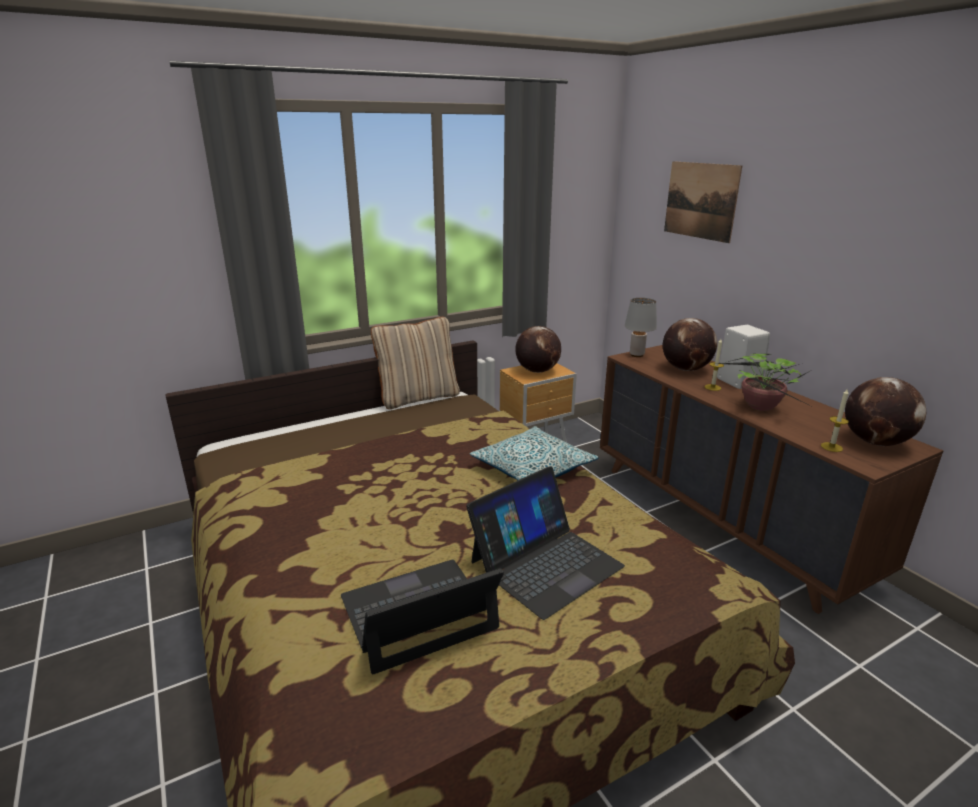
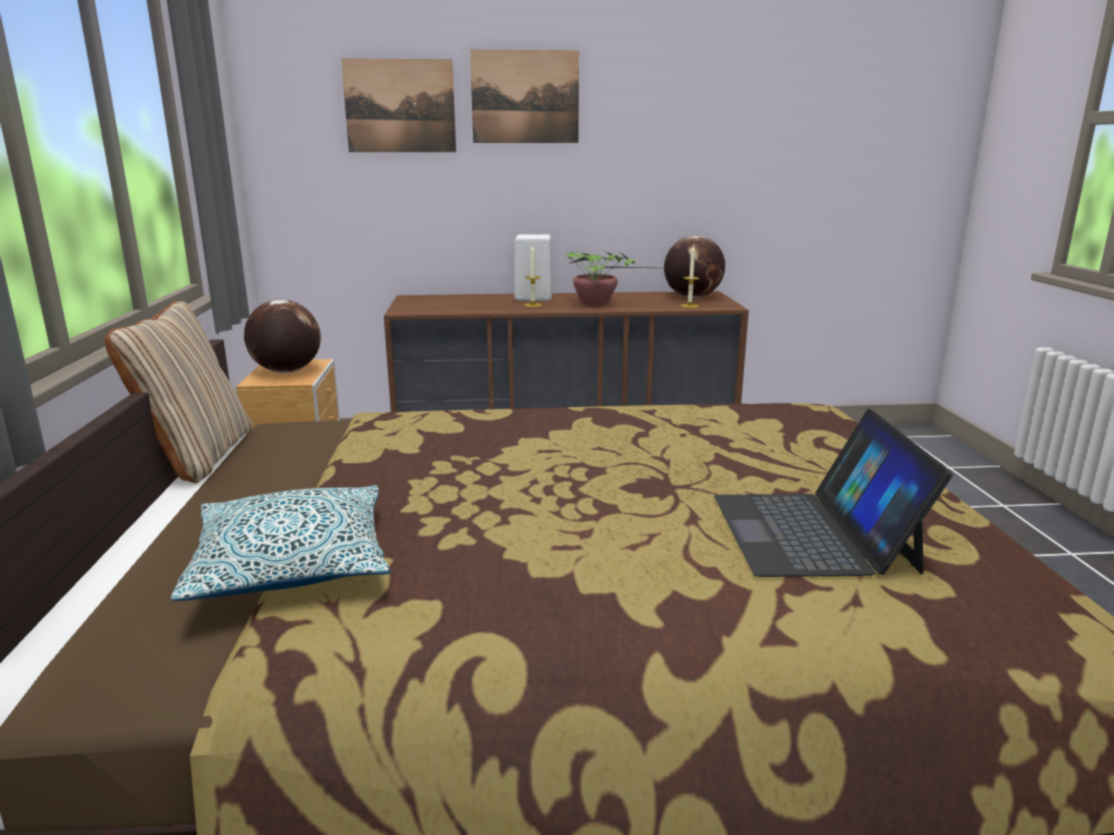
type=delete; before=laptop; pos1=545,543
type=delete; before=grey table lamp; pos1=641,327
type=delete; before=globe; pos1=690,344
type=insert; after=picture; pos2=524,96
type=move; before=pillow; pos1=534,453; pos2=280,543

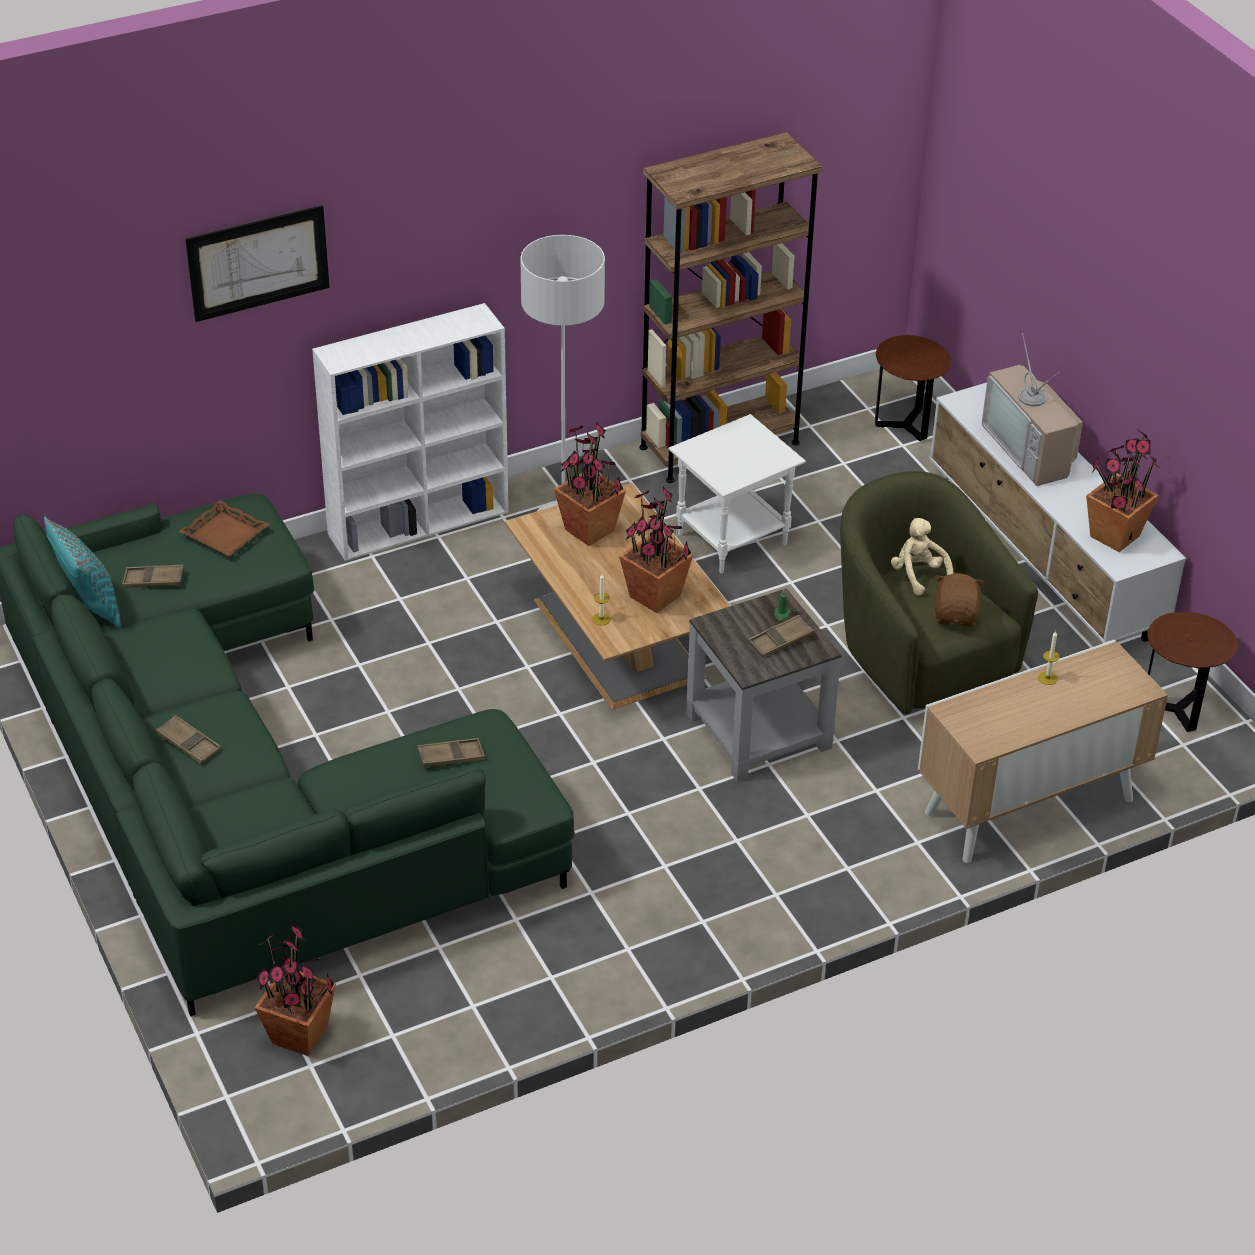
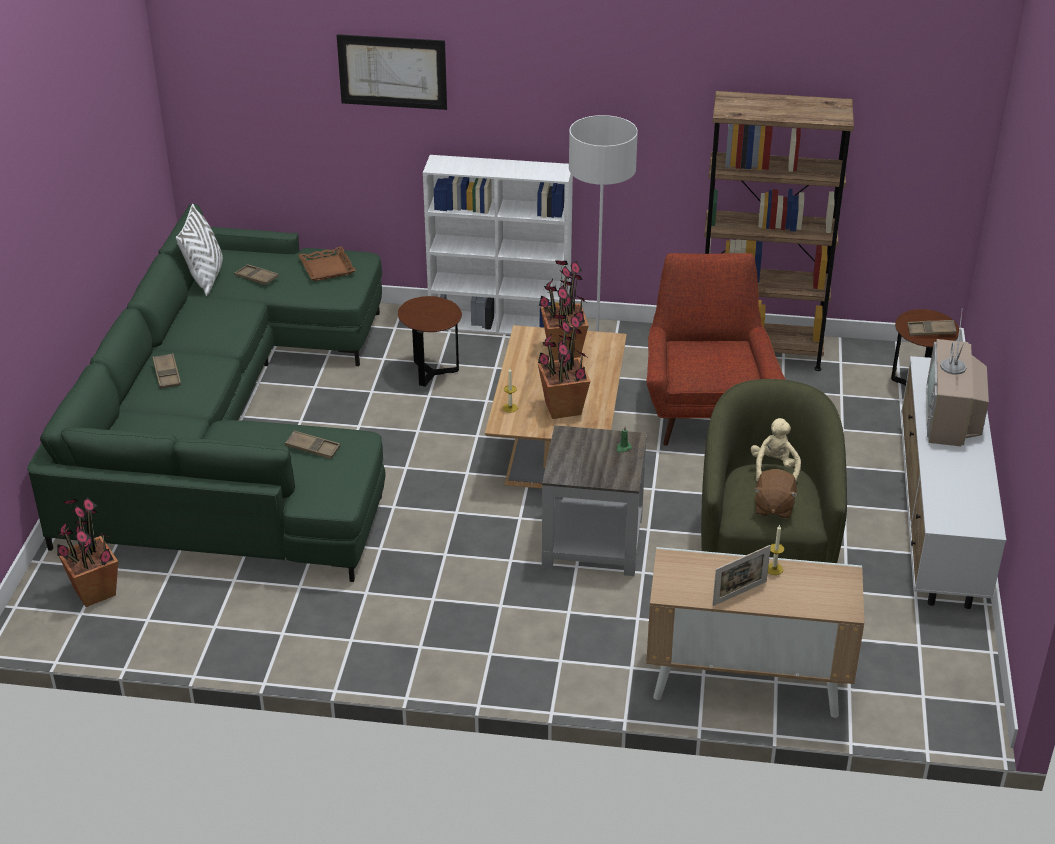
type=delete; before=potted plant; pos1=1122,490
type=insert; after=picture frame; pos2=741,575
type=move; before=brown tray; pos1=781,636; pos2=932,328
type=move; before=brown side table; pos1=1192,672; pos2=430,341
type=replace; before=white side table; after=red armchair; pos1=737,494; pos2=715,349
type=recolor; before=turquoise pillow; after=white pillow; pos1=82,572; pos2=199,250
type=rotate; before=brown plush toy; pos1=960,600; pos2=775,494; turn=150

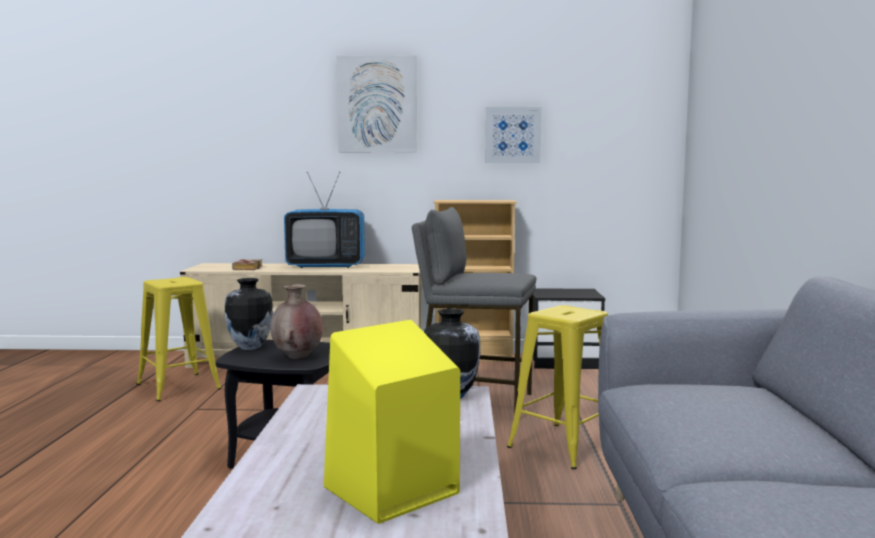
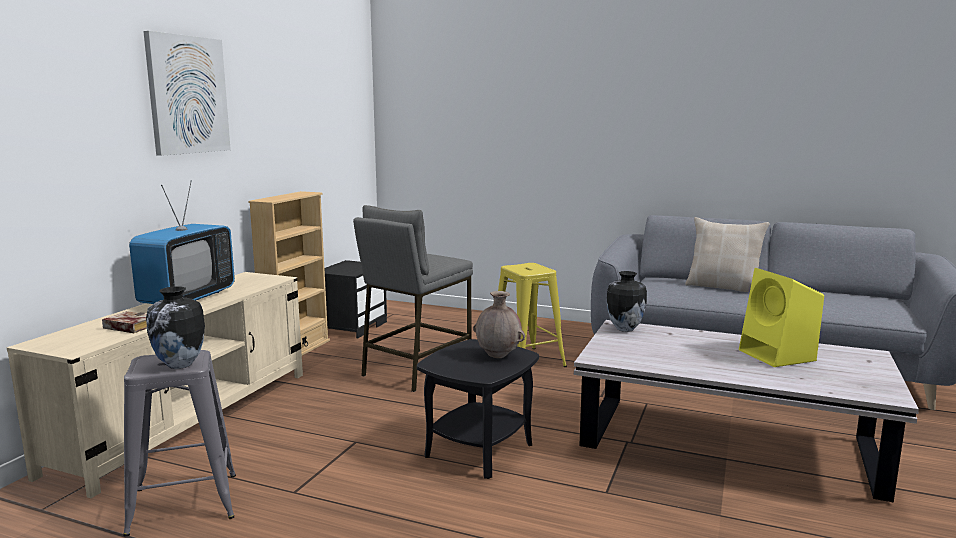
type=delete; before=picture; pos1=513,135
type=insert; after=beige pillow; pos2=727,254
type=move; before=vase; pos1=249,314; pos2=175,327
type=recolor; before=yellow stool; after=grey stool; pos1=179,339; pos2=179,443

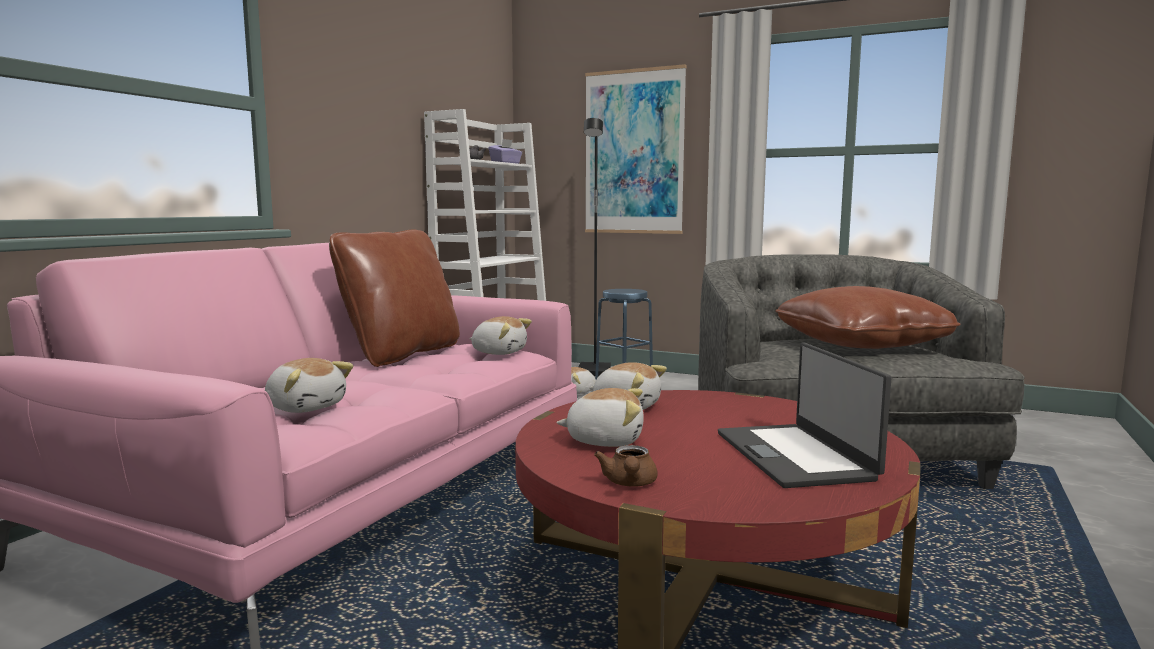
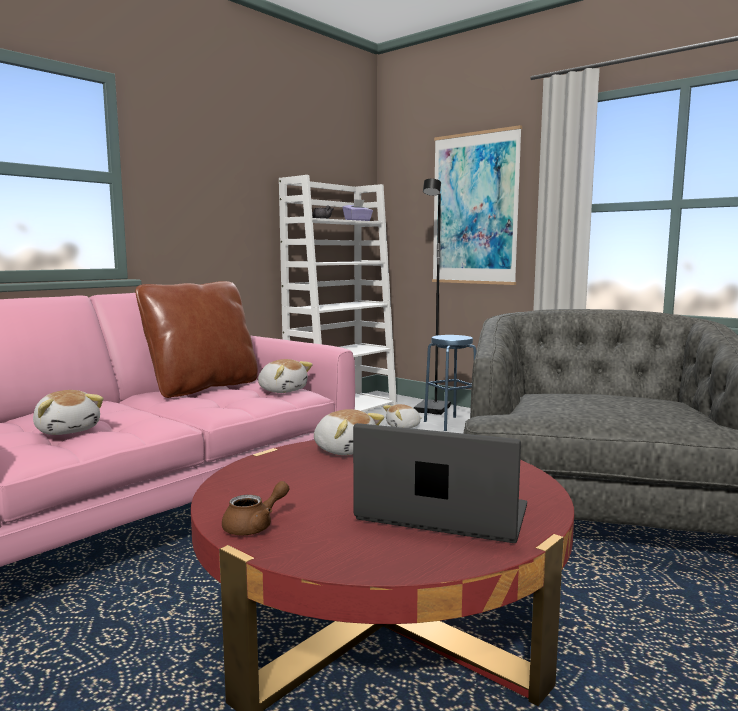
type=delete; before=plush toy; pos1=600,417
type=delete; before=brown pillow; pos1=867,317
type=rotate; before=brown teapot; pos1=626,466; pos2=255,508; turn=-150
type=rotate; before=laptop; pos1=804,415; pos2=440,483; turn=105

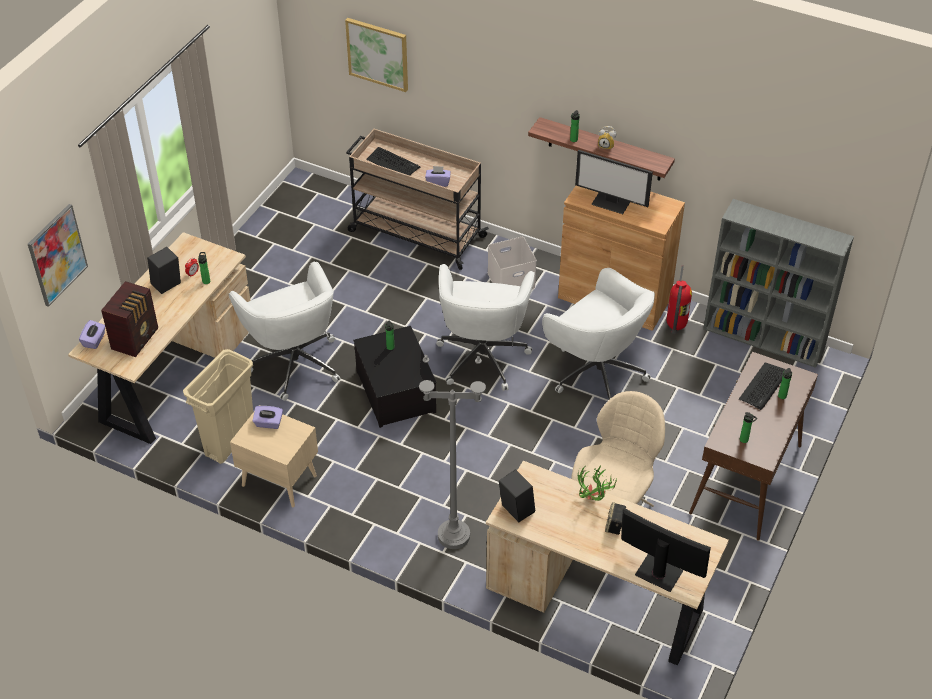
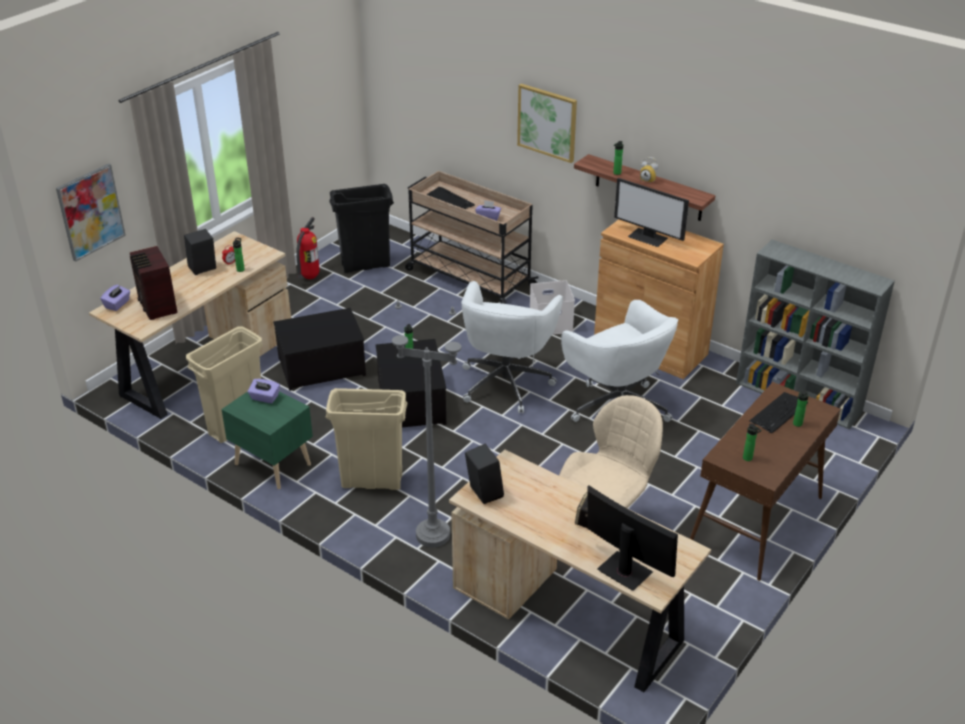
type=delete; before=potted plant; pos1=598,483
type=insert; after=beige trash can; pos2=366,439
type=insert; after=black trash can; pos2=361,228
type=move; before=picture; pos1=376,55; pos2=547,123
type=move; before=fire extinguisher; pos1=679,299; pos2=308,248
type=replace; before=white office chair; after=storage box; pos1=284,331; pos2=319,349
type=recolor; before=beige nightstand; after=green nightstand; pos1=274,456; pos2=267,440
type=rotate; before=radio; pos1=129,319; pos2=153,283; turn=120

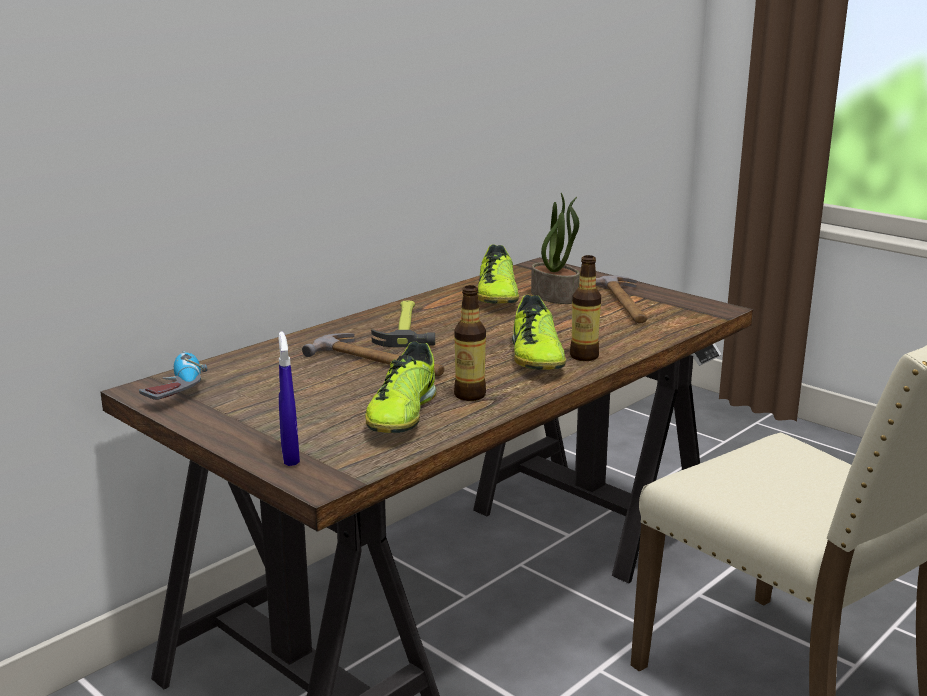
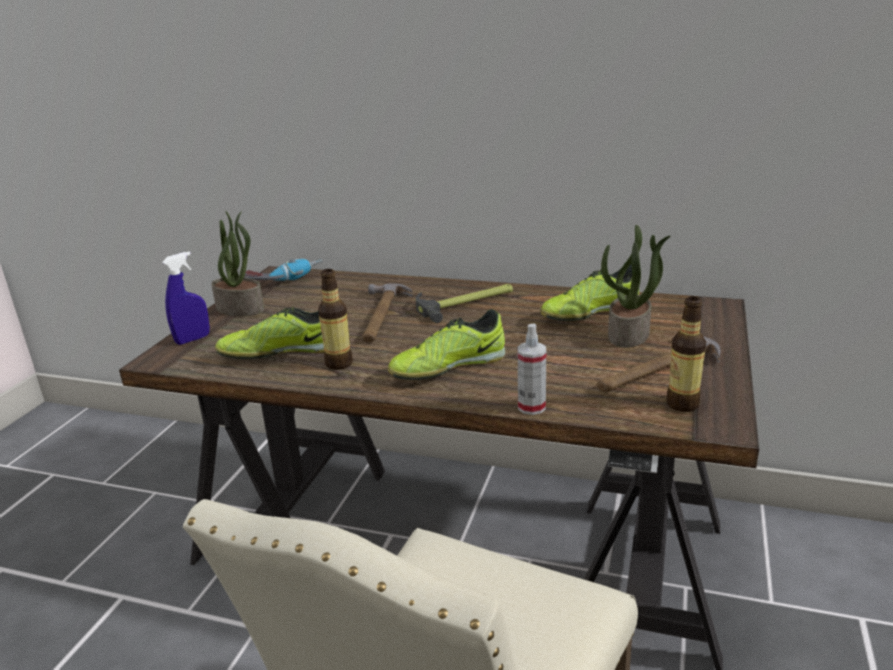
type=insert; after=potted plant; pos2=237,263
type=insert; after=spray bottle; pos2=532,369
type=move; before=bottle; pos1=585,308; pos2=686,354

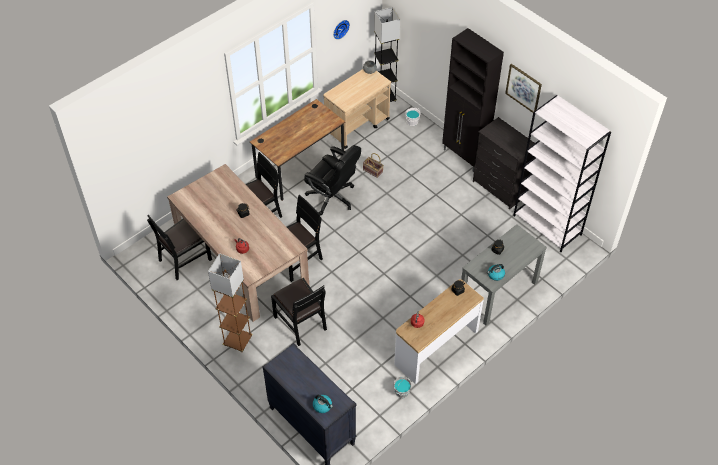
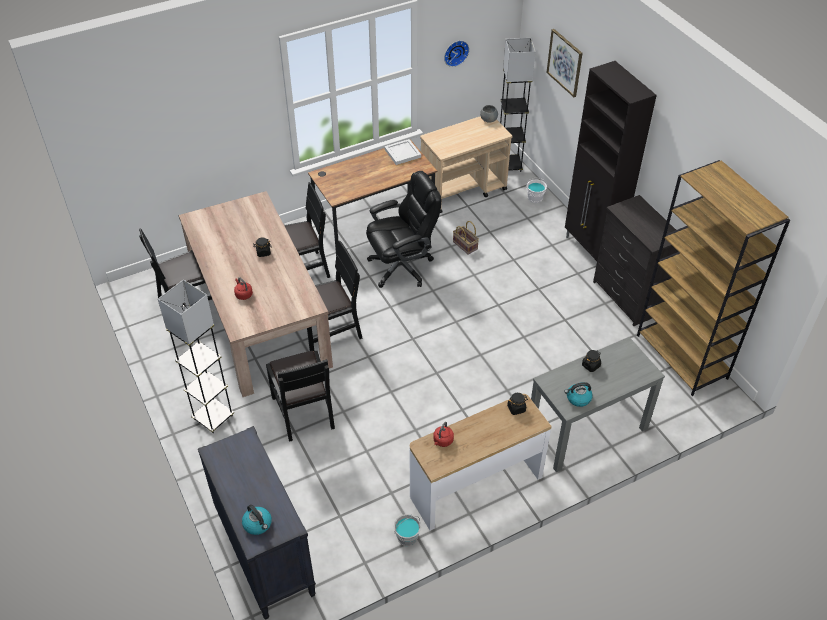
type=insert; after=white tray; pos2=402,152
type=move; before=picture; pos1=523,88; pos2=564,63
type=recolor; before=brown floor lamp; after=grey floor lamp; pos1=230,302; pos2=196,356
type=recolor; before=white bookcase; after=brown bookcase; pos1=562,173; pos2=713,278
type=rotate; before=black office chair; pos1=332,180; pos2=403,229; turn=-75

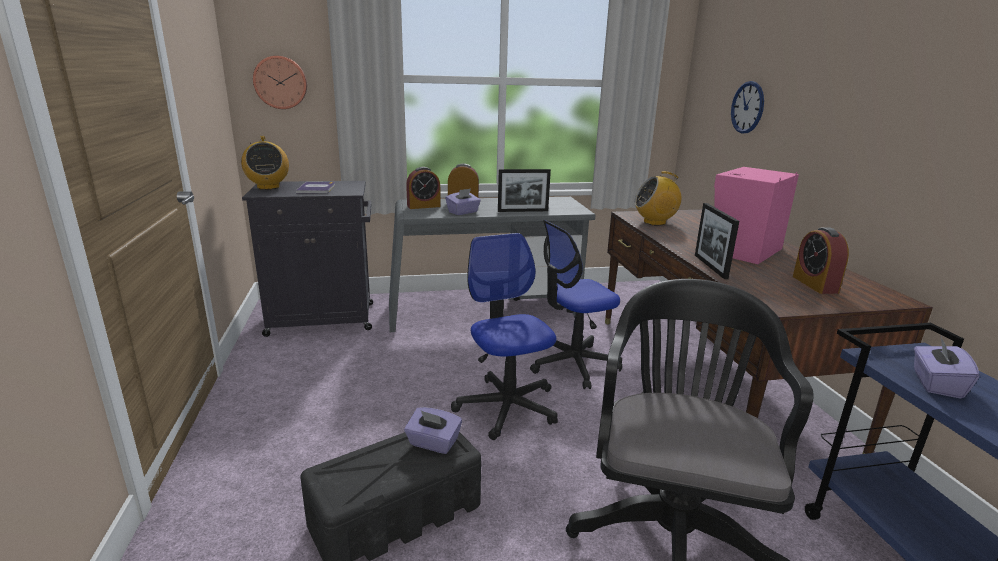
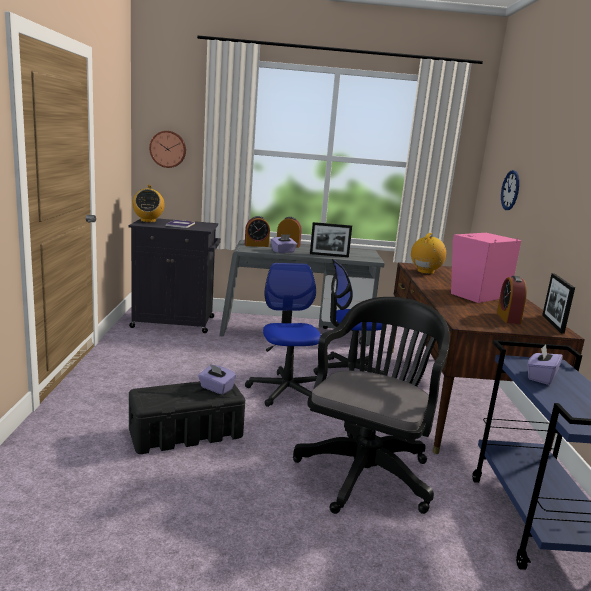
type=move; before=picture frame; pos1=717,241; pos2=558,303
type=rotate; before=radio; pos1=657,198; pos2=428,253; turn=120

